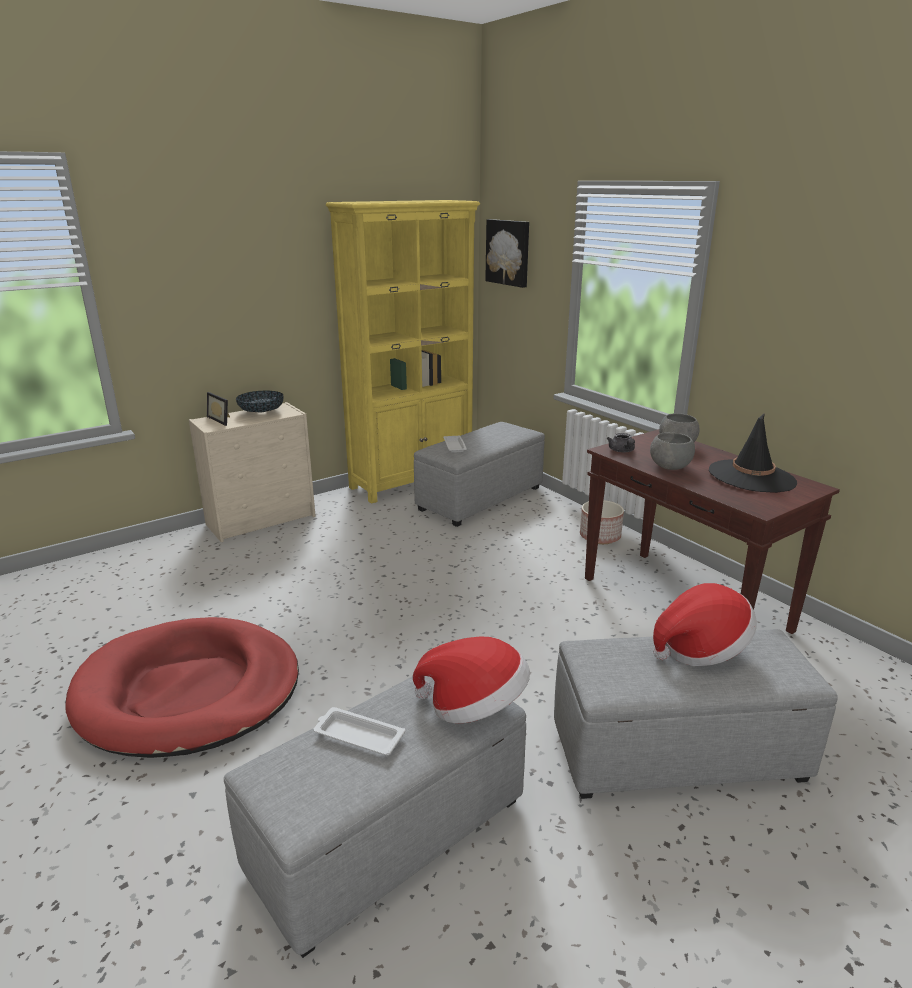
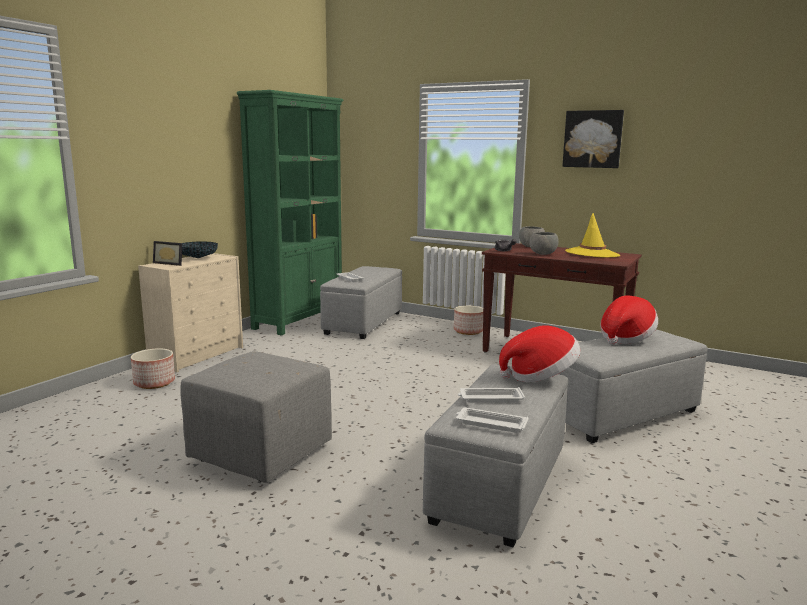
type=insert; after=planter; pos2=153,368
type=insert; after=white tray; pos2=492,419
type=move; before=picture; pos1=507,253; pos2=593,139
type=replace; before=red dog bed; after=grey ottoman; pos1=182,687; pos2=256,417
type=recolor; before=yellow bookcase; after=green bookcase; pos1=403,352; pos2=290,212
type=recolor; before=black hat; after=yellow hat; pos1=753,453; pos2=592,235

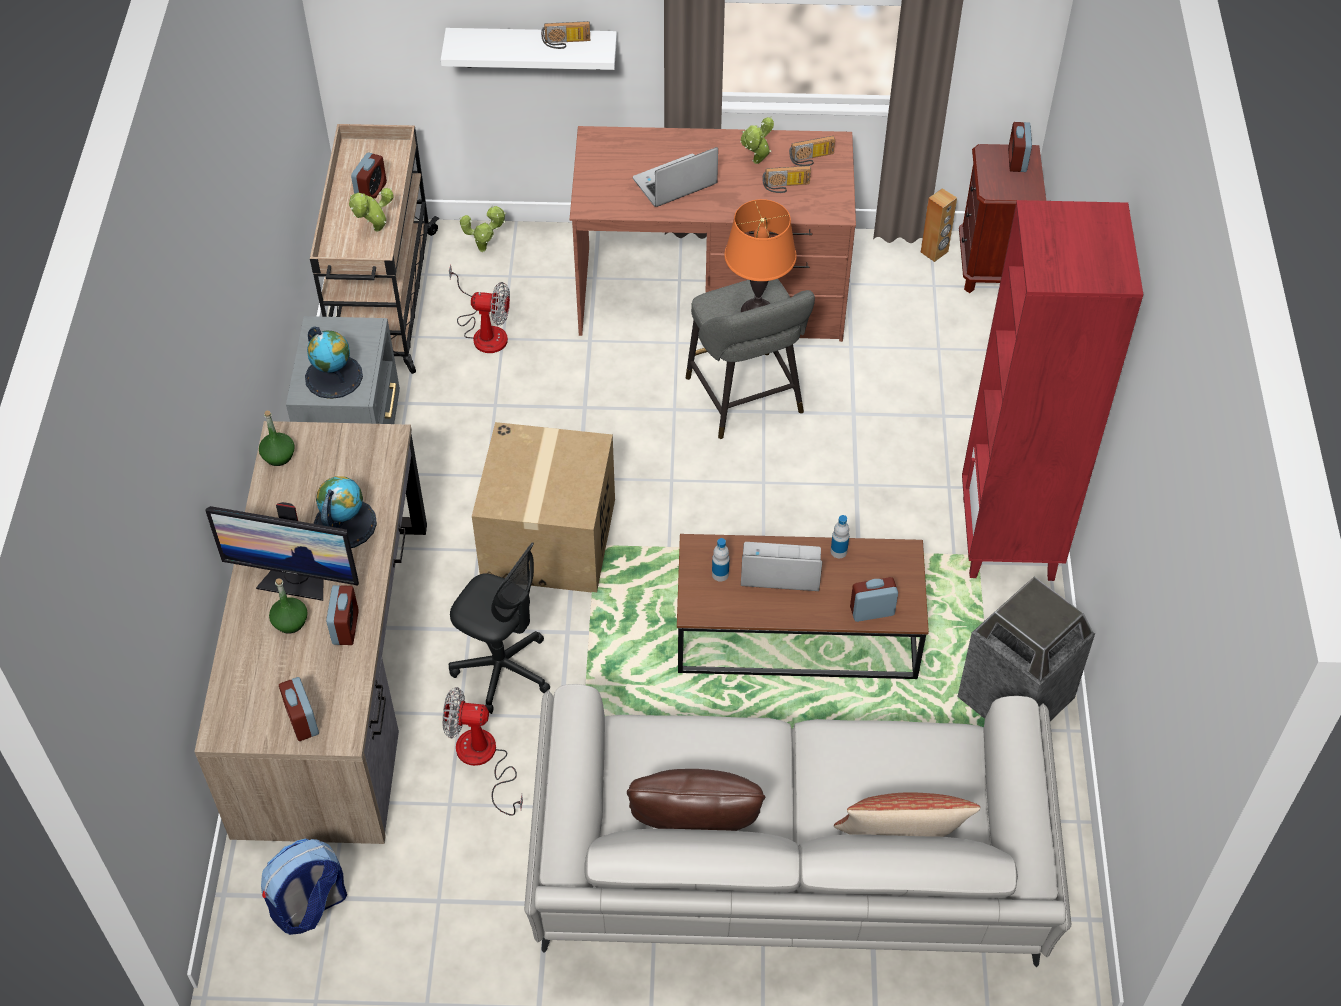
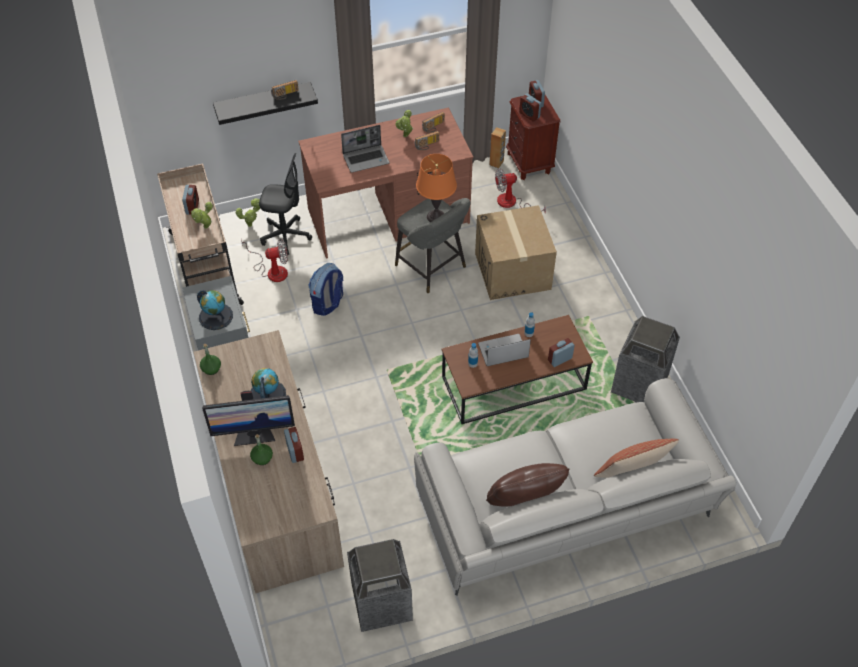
type=delete; before=red bookcase; pos1=1052,390
type=insert; after=trash can; pos2=380,585
type=move; before=backpack; pos1=304,886; pos2=325,289
type=move; before=alarm clock; pos1=299,709; pos2=530,108
type=move; before=fan; pos1=482,751; pos2=520,190
type=move; before=black office chair; pos1=499,628; pos2=285,204
type=move; before=cardboard box; pos1=543,507; pos2=516,252
type=recolor; before=white shelf; after=black shelf; pos1=529,49; pos2=265,103
type=rotate; before=laptop; pos1=675,177; pos2=365,149; turn=-150

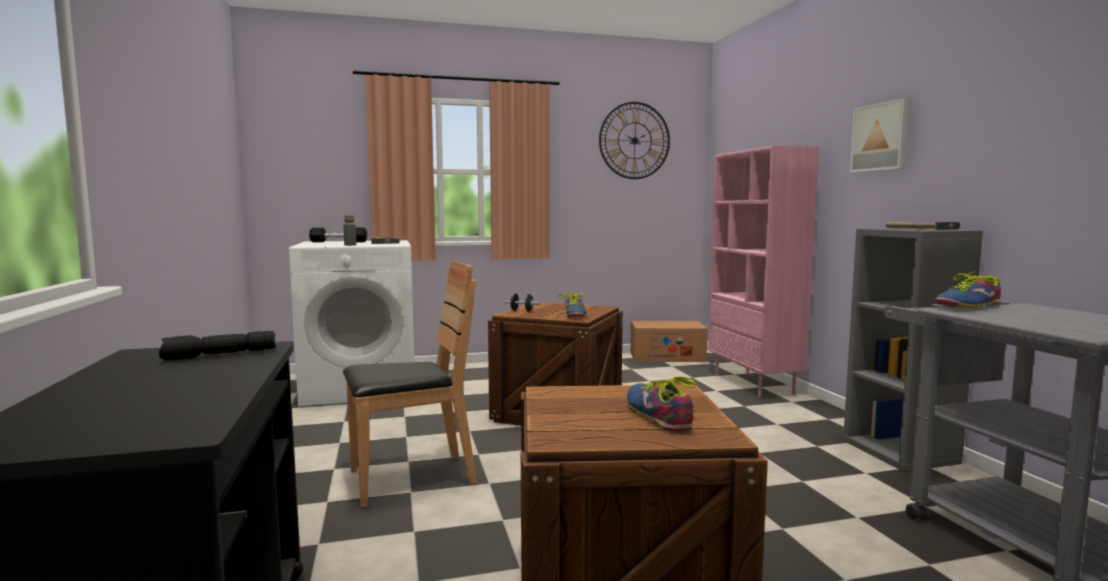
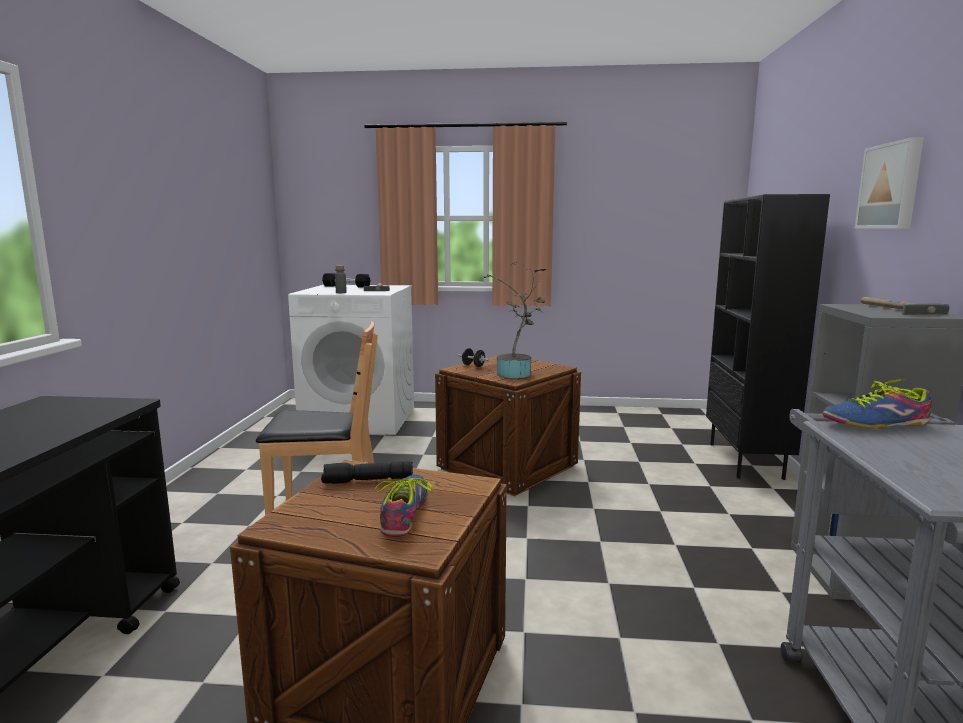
type=delete; before=wall clock; pos1=634,140
type=delete; before=cardboard box; pos1=669,341
type=move; before=black flashlight; pos1=217,345; pos2=367,472
type=replace; before=shoe; after=potted plant; pos1=572,304; pos2=514,320
type=recolor; before=pink bookcase; after=black bookcase; pos1=764,272; pos2=768,337

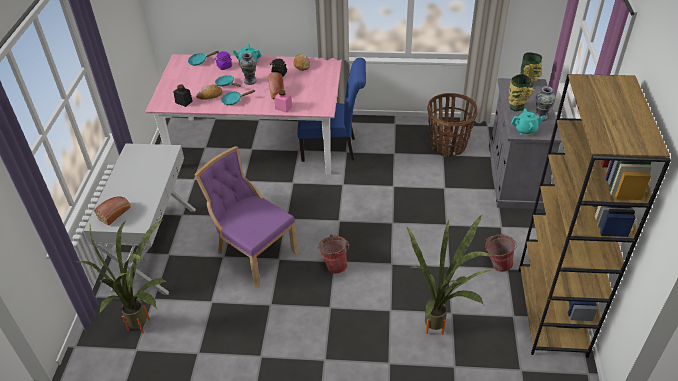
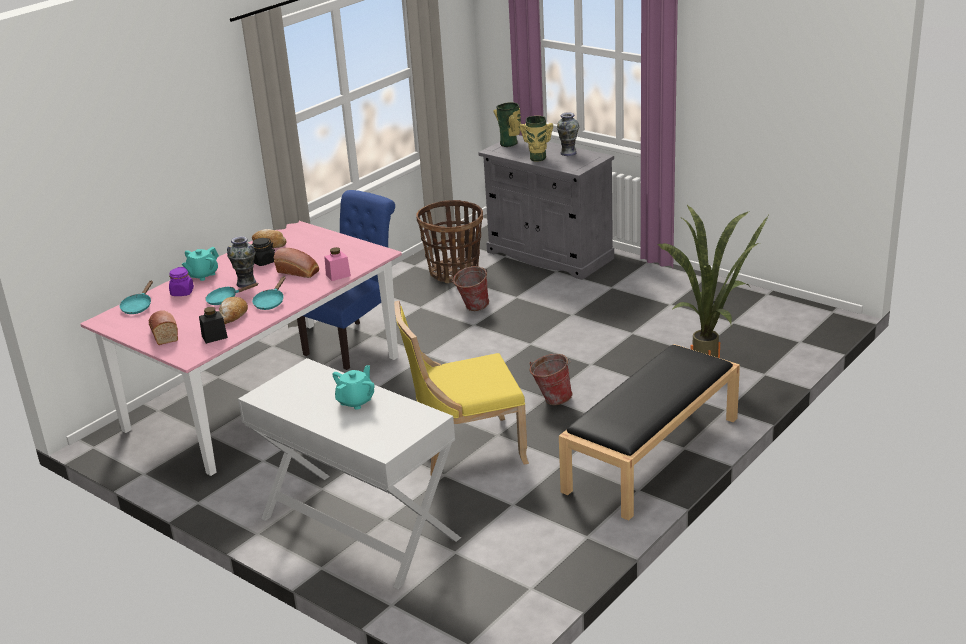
type=delete; before=potted plant; pos1=122,276
type=delete; before=brown bookcase; pos1=595,216
type=insert; after=black bench; pos2=649,432
type=move; before=bread; pos1=112,211; pos2=163,327
type=move; before=bucket; pos1=501,253; pos2=470,288
type=move; before=turquoise teapot; pos1=528,121; pos2=353,387
type=recolor; before=purple chair; after=yellow chair; pos1=246,217; pos2=461,388

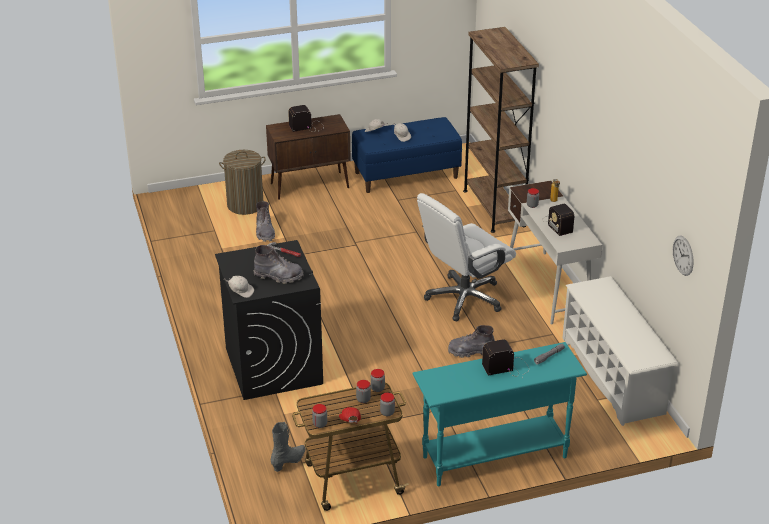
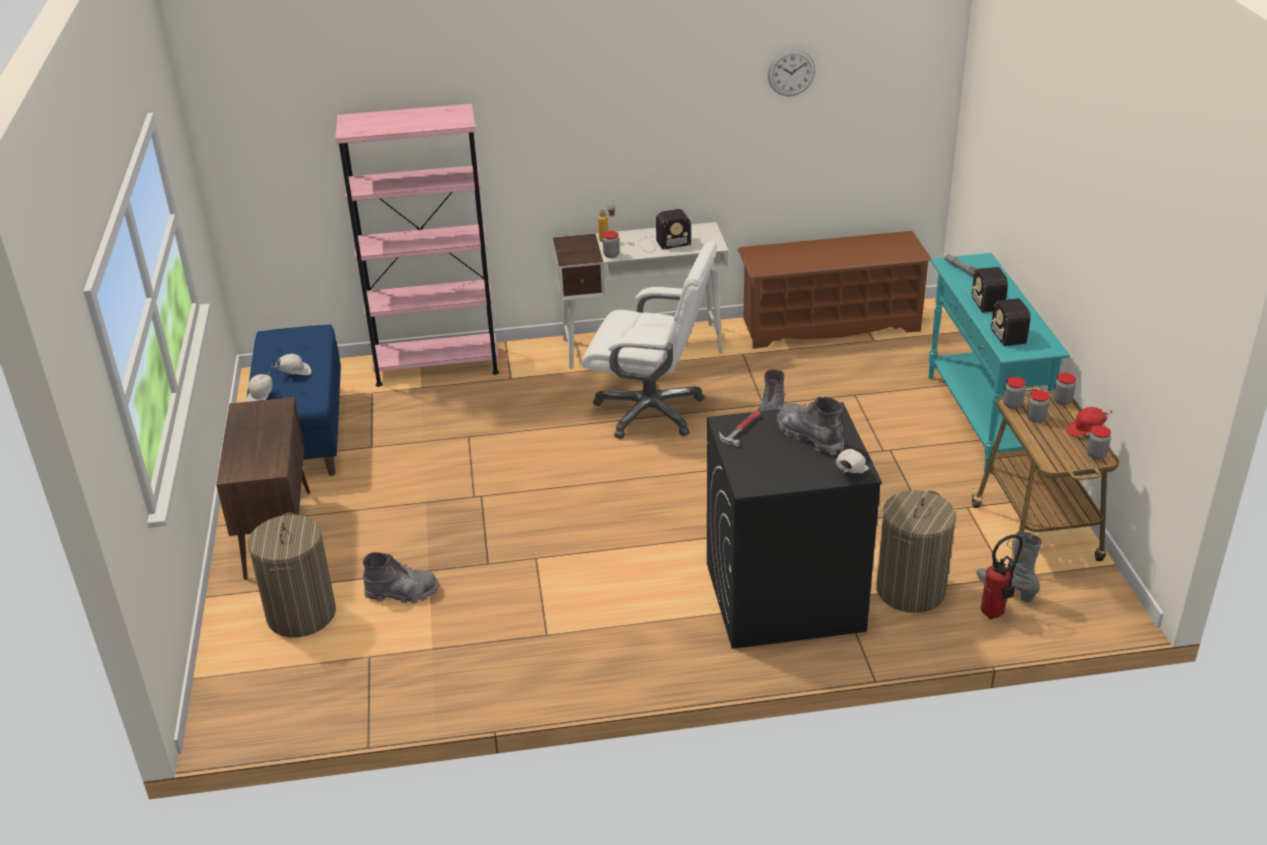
type=insert; after=laundry basket; pos2=916,551
type=insert; after=fire extinguisher; pos2=1002,576
type=move; before=radio; pos1=306,118; pos2=1007,322
type=move; before=wall clock; pos1=683,255; pos2=791,72
type=recolor; before=brown bookcase; after=pink bookcase; pos1=501,130; pos2=417,245
type=recolor; before=white shoe rack; after=brown shoe rack; pos1=620,351; pos2=835,290
type=rotate; before=grey boot; pos1=278,264; pos2=810,426; turn=-60
type=rotate; before=white office chair; pos1=466,257; pos2=649,340; turn=-45

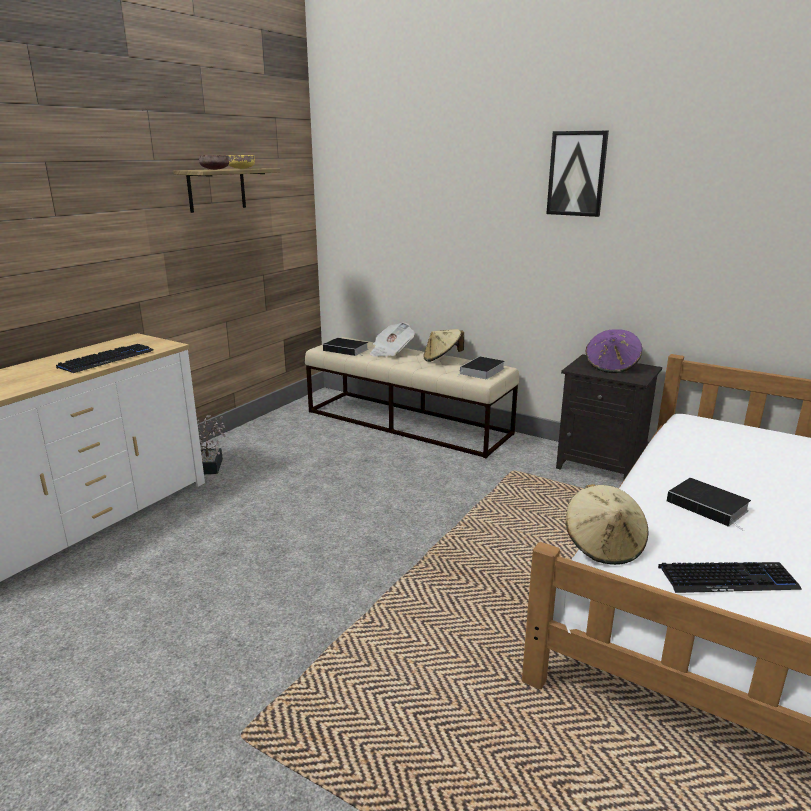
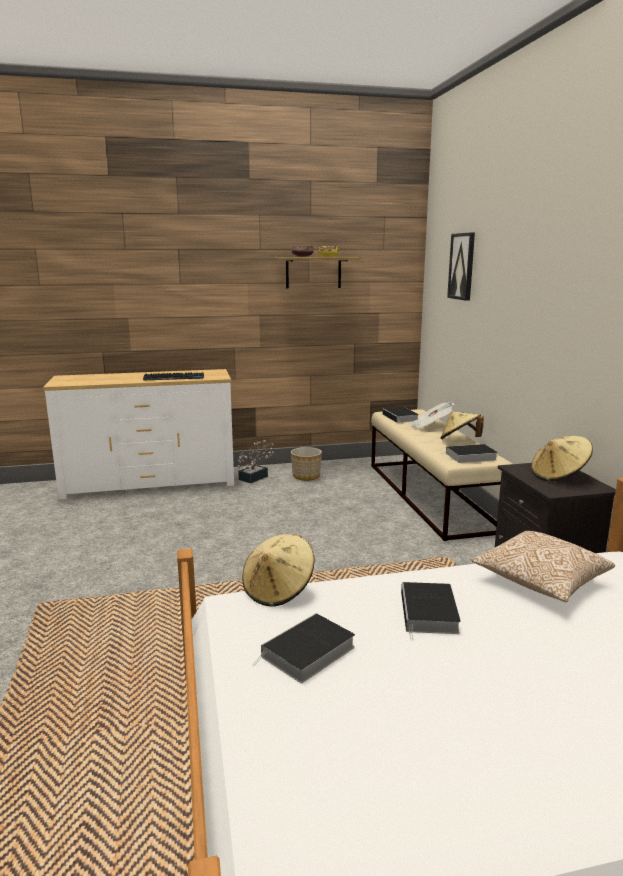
type=insert; after=planter; pos2=306,464
type=insert; after=pillow; pos2=543,566
type=move; before=picture; pos1=577,174; pos2=461,266
type=replace; before=keyboard; after=book; pos1=730,577; pos2=303,648
type=recolor; before=purple hat; after=beige hat; pos1=614,351; pos2=562,459

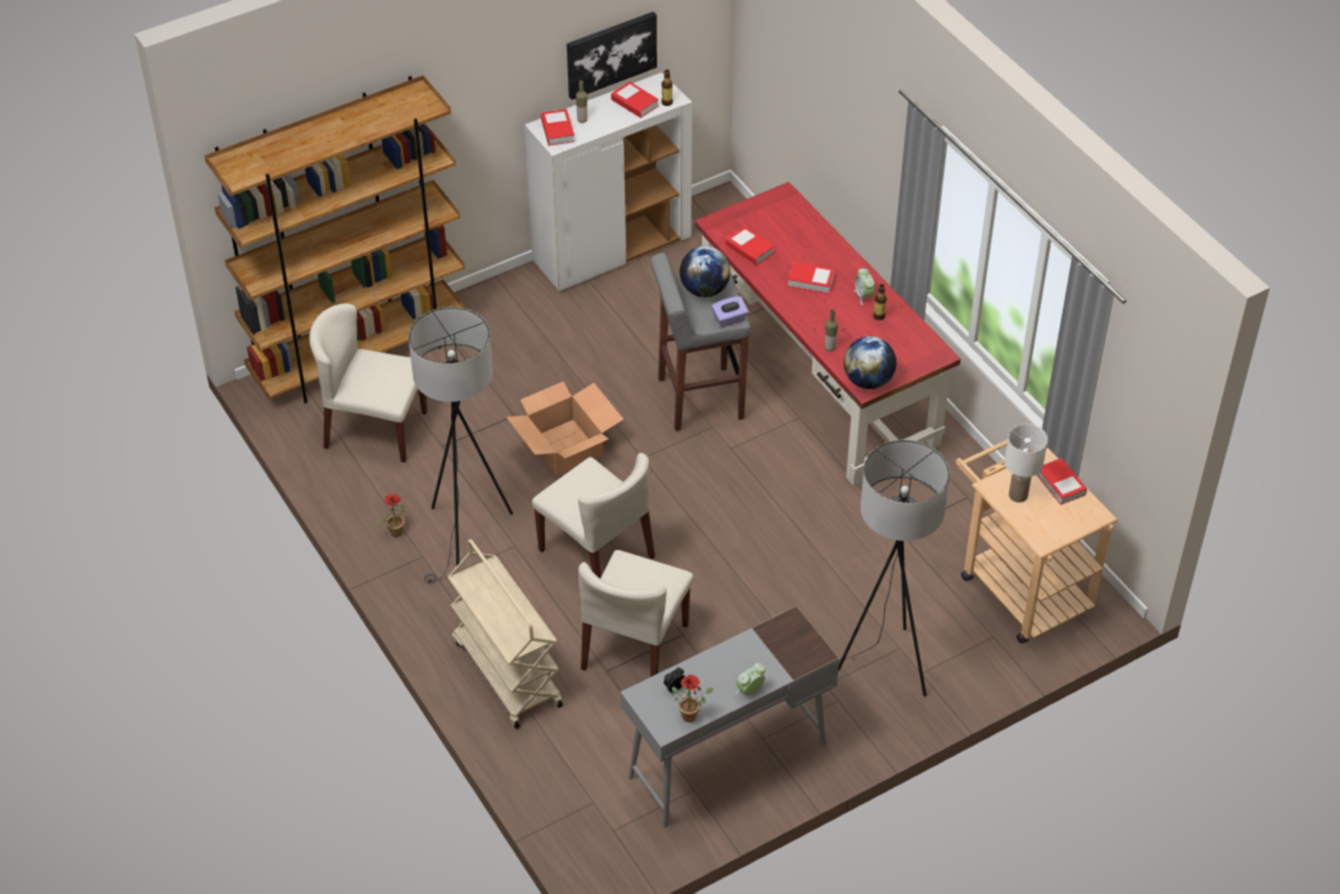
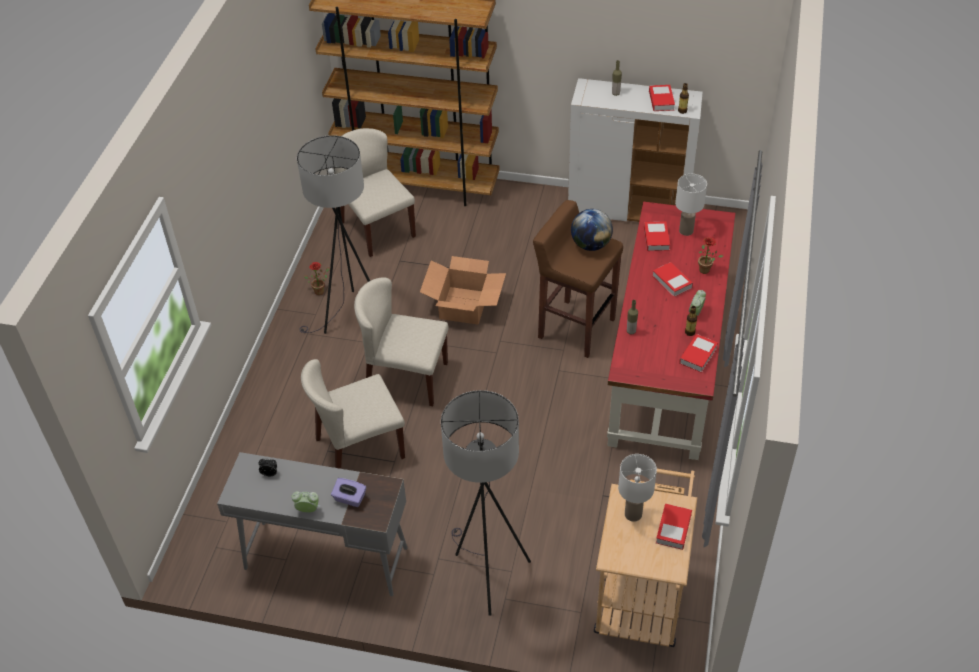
type=delete; before=beige cart; pos1=505,634
type=delete; before=picture; pos1=612,56
type=delete; before=globe; pos1=870,362
type=insert; after=white table lamp; pos2=691,205
type=move; before=book; pos1=558,127; pos2=698,353
type=move; before=potted plant; pos1=693,698; pos2=710,255
type=move; before=purple tissue box; pos1=730,311; pos2=348,492
type=recolor; before=grey stool; after=brown stool; pos1=700,342; pos2=578,279
type=rotate; before=beige chair; pos1=593,515; pos2=401,341; turn=105

